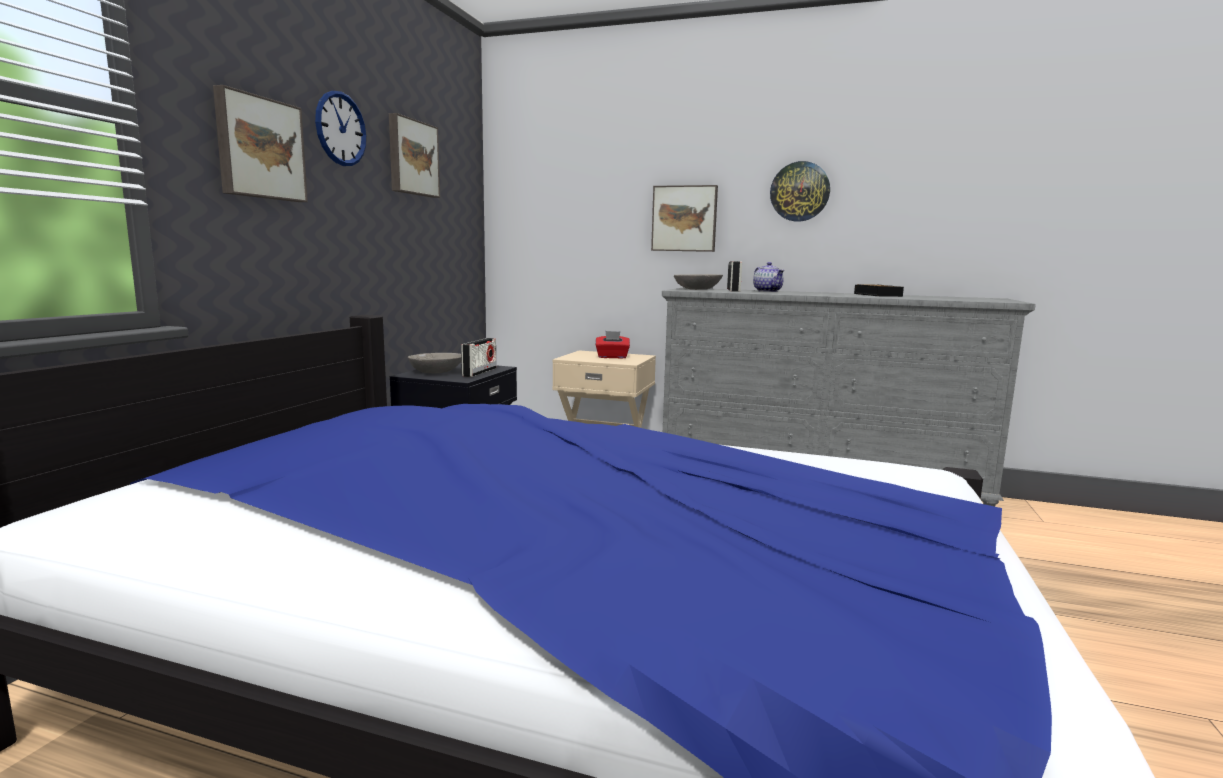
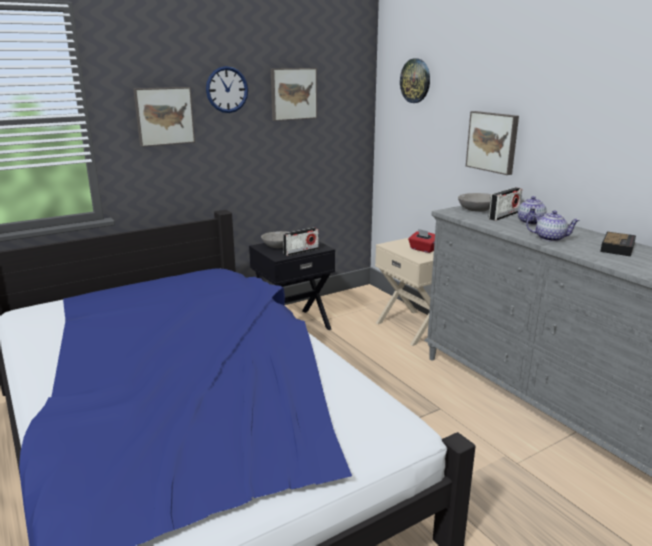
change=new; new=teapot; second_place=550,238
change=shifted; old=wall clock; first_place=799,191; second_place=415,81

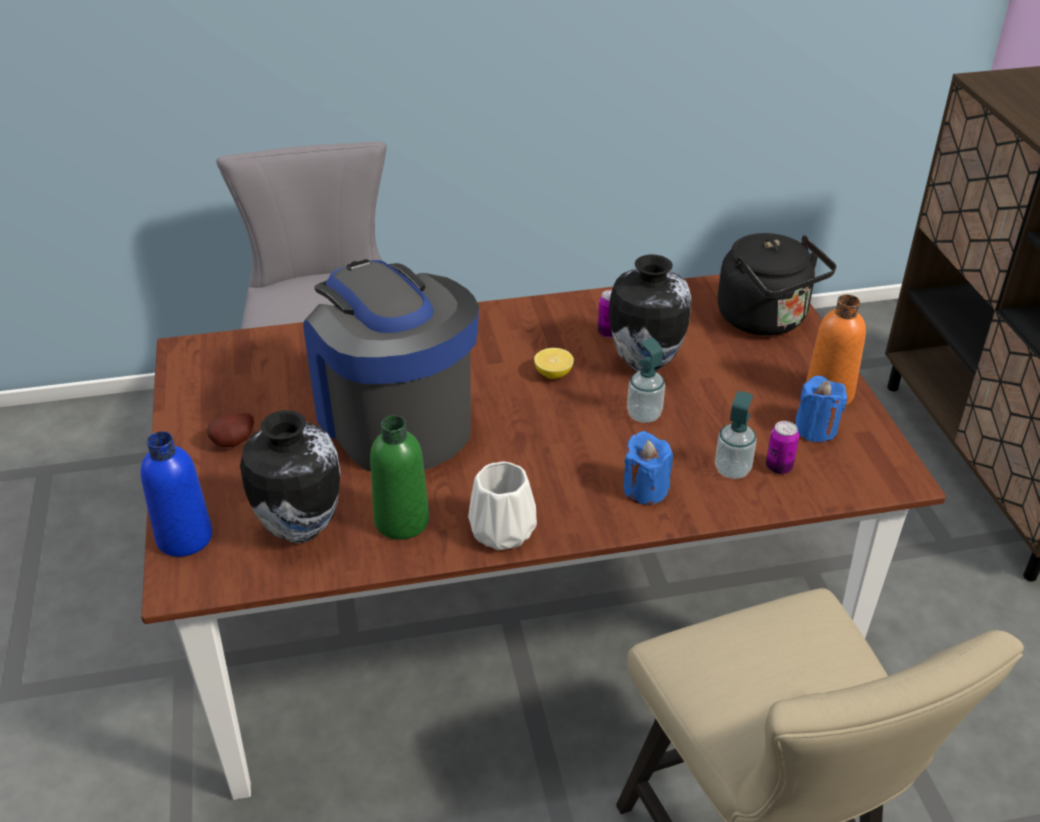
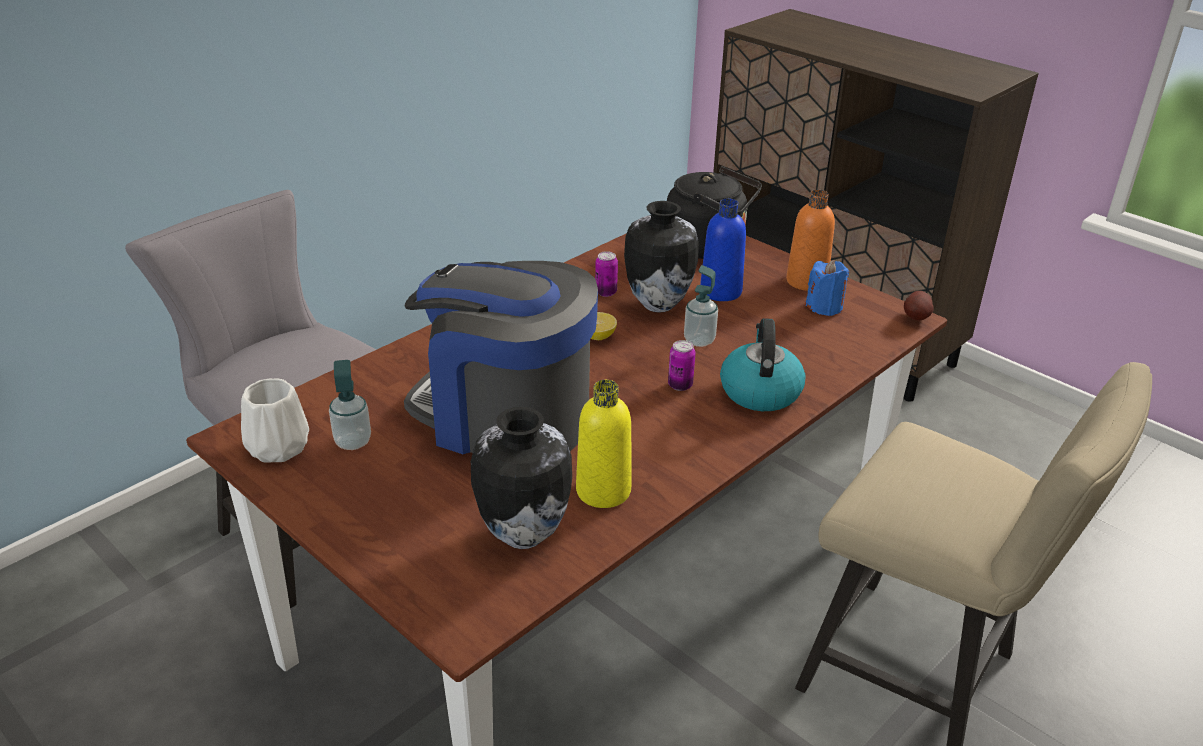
change=shifted; old=blue bottle; first_place=184,537; second_place=720,291
change=shifted; old=potato; first_place=235,443; second_place=916,318
change=shifted; old=white vase; first_place=500,531; second_place=276,448
change=shifted; old=soap dispenser; first_place=732,470; second_place=353,442
change=shifted; old=can; first_place=778,467; second_place=680,385
change=swapped; old=blue candle; new=kettle; first_place=645,489; second_place=759,391
change=repainted; old=green bottle; new=yellow bottle; first_place=402,521; second_place=603,491

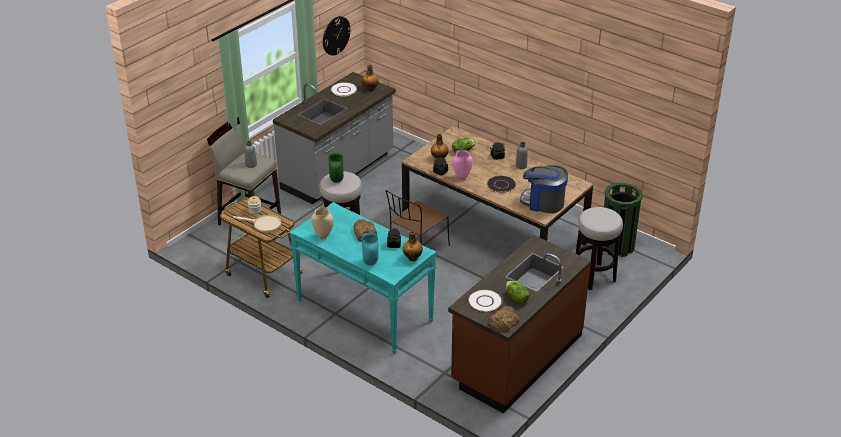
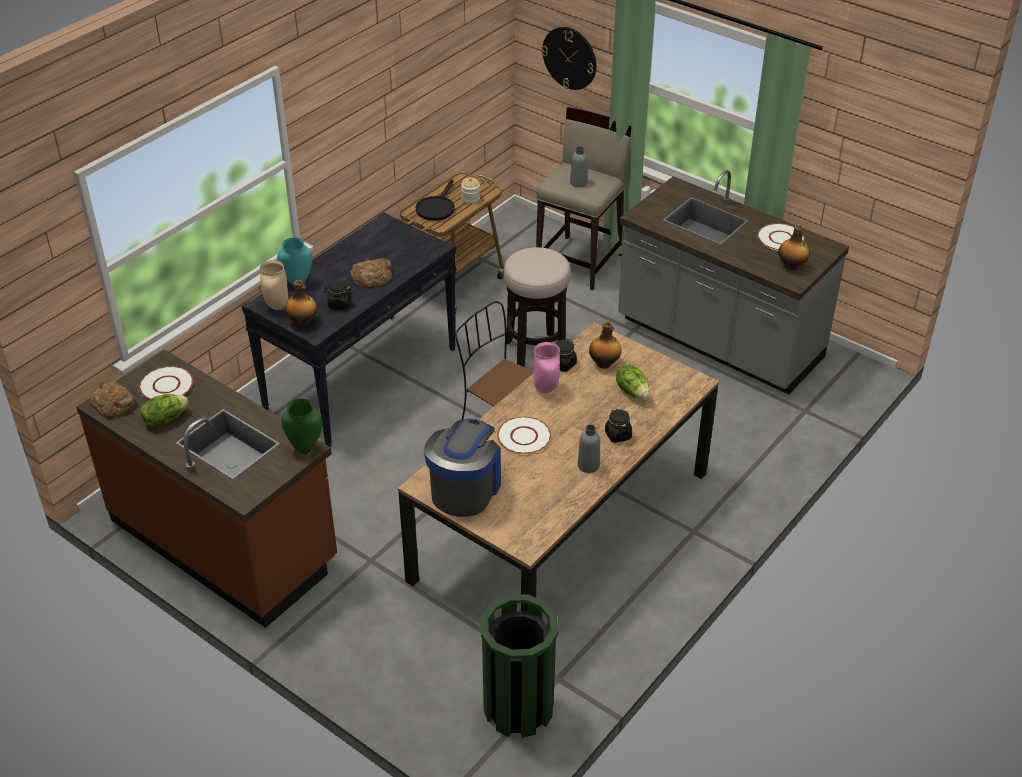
change=gone; old=stool; first_place=594,277
change=shifted; old=beige vase; first_place=323,237; second_place=276,306
change=shifted; old=wall clock; first_place=336,35; second_place=570,58
change=shifted; old=green vase; first_place=337,180; second_place=305,449
change=repainted; old=beige frying pan; new=black frying pan; first_place=263,224; second_place=437,207
change=repainted; old=turquoise console table; new=black console table; first_place=364,310; second_place=361,378
change=repainted; old=black plate; new=white plate; first_place=501,184; second_place=524,436

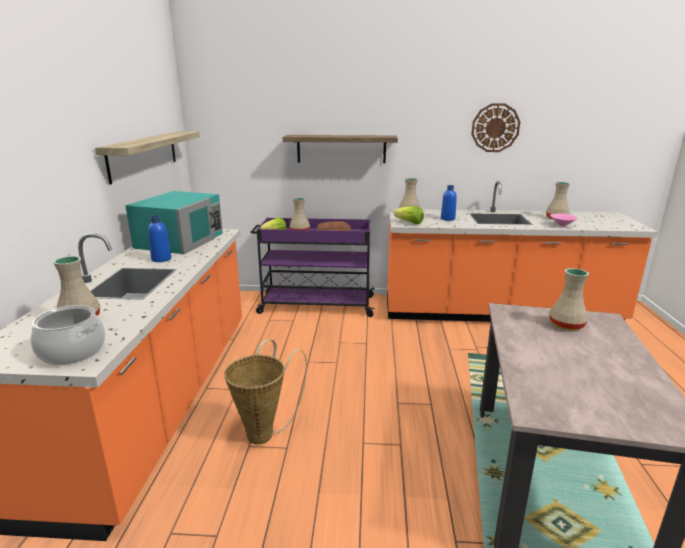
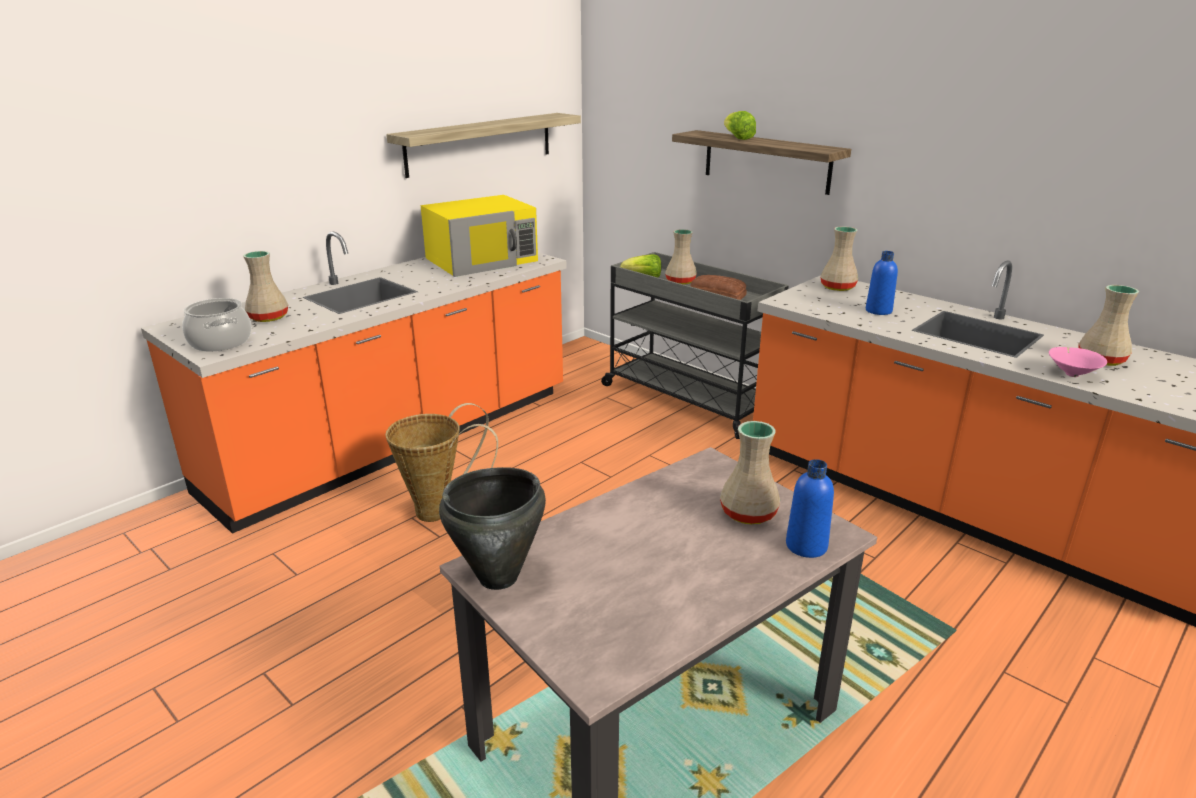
change=gone; old=wall clock; first_place=495,128
change=new; new=black cooking pot; second_place=499,577
change=shifted; old=blue bottle; first_place=161,259; second_place=806,546
change=shifted; old=lettuce; first_place=409,223; second_place=737,138
change=repainted; old=turquoise microwave; new=yellow microwave; first_place=181,240; second_place=482,259
change=repainted; old=purple cart; new=grey cart; first_place=315,305; second_place=687,398

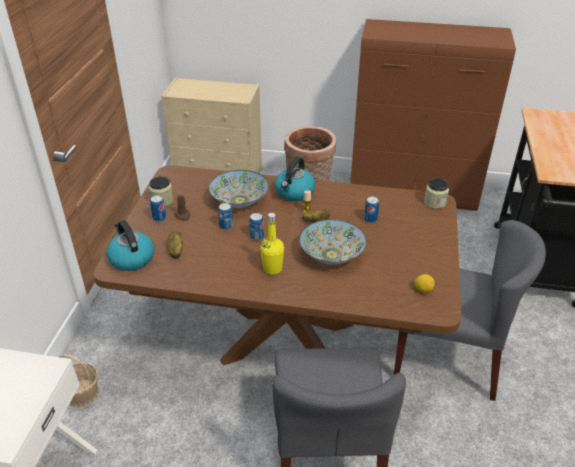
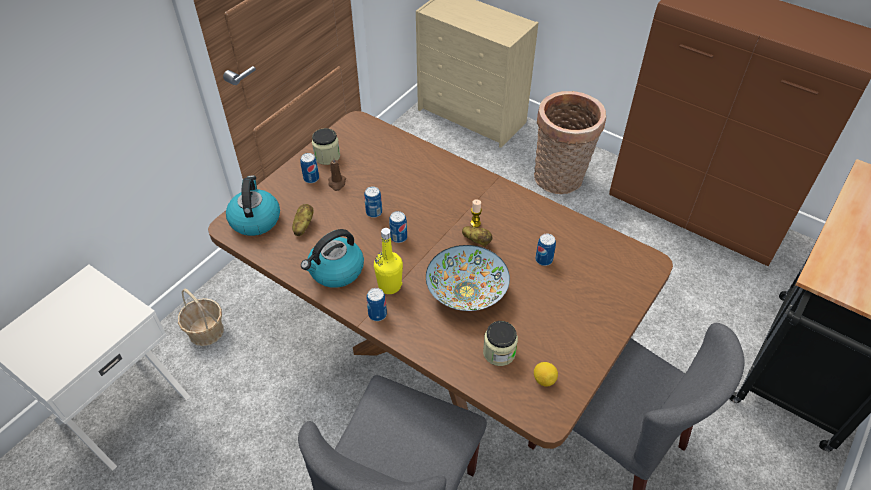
change=gone; old=bowl; first_place=239,201
change=new; new=can; second_place=377,314
change=shifted; old=kettle; first_place=294,192; second_place=336,271
change=shifted; old=jar; first_place=435,202; second_place=499,352

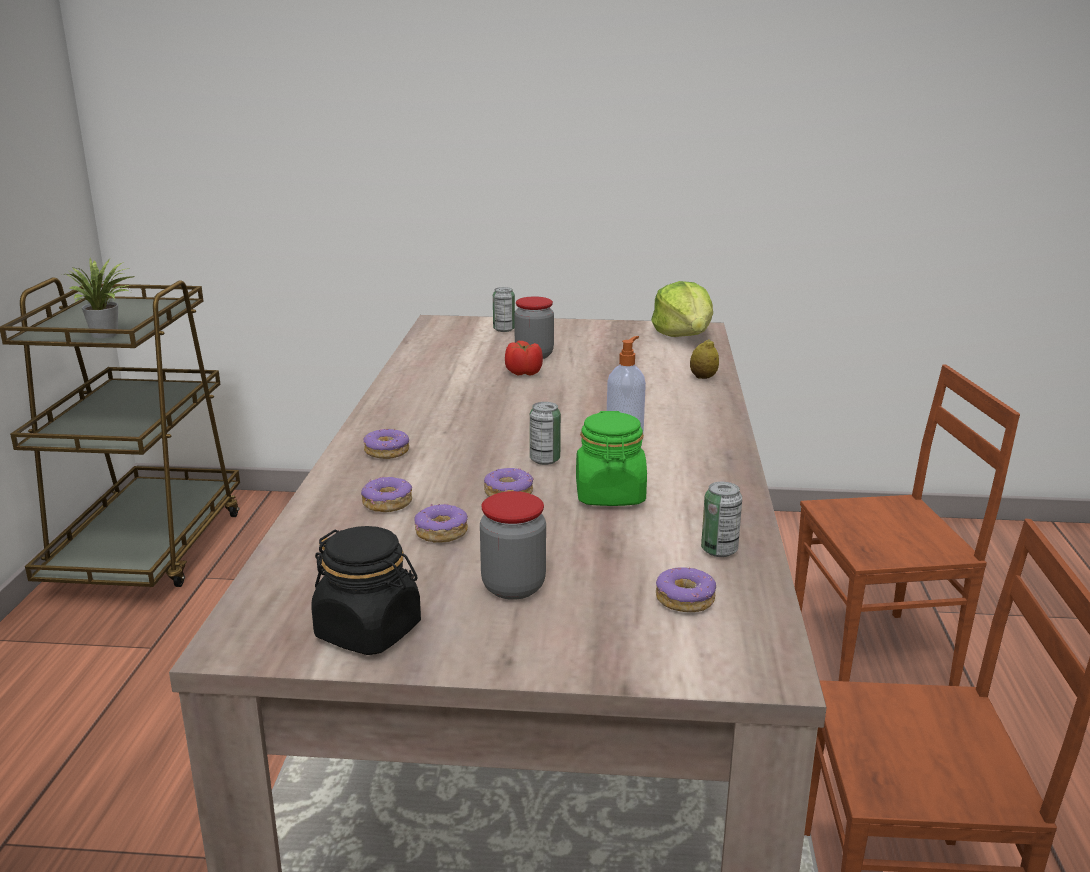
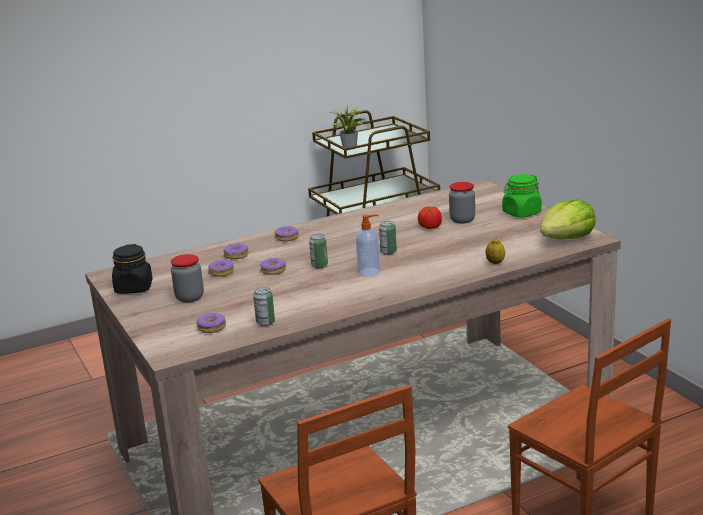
change=shifted; old=can; first_place=504,329; second_place=388,252
change=shifted; old=green jar; first_place=610,495; second_place=521,213

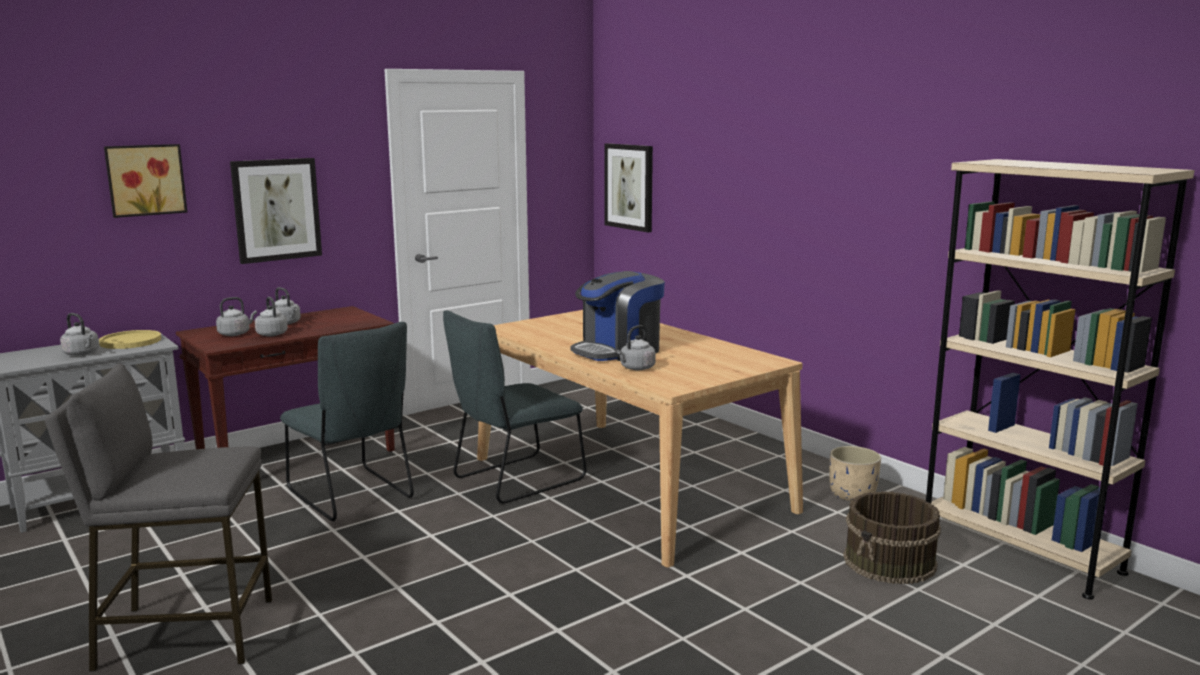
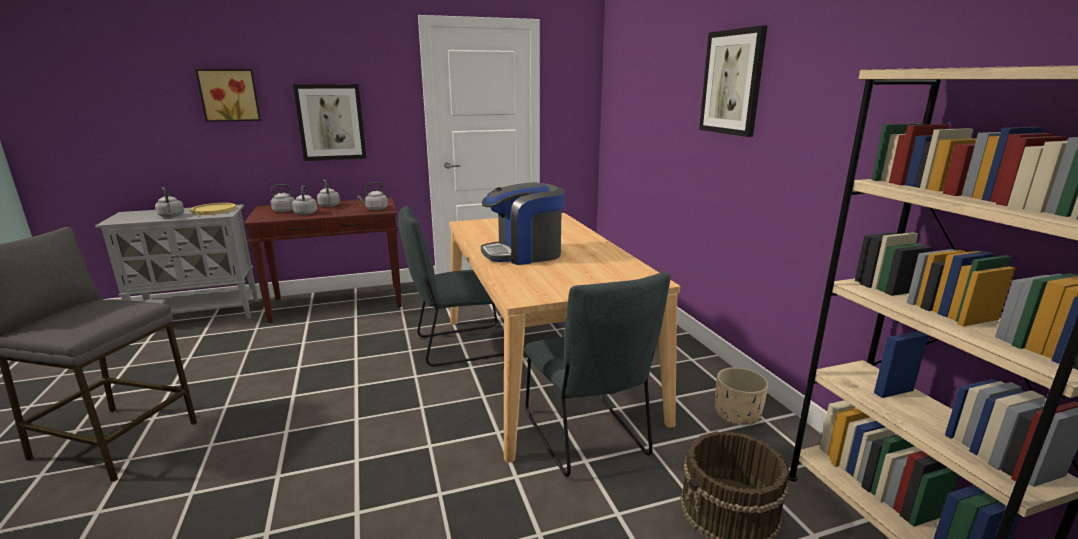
change=shifted; old=grey chair; first_place=353,496; second_place=588,438
change=shifted; old=picture; first_place=629,187; second_place=732,82
change=shifted; old=grey kettle; first_place=636,368; second_place=375,209

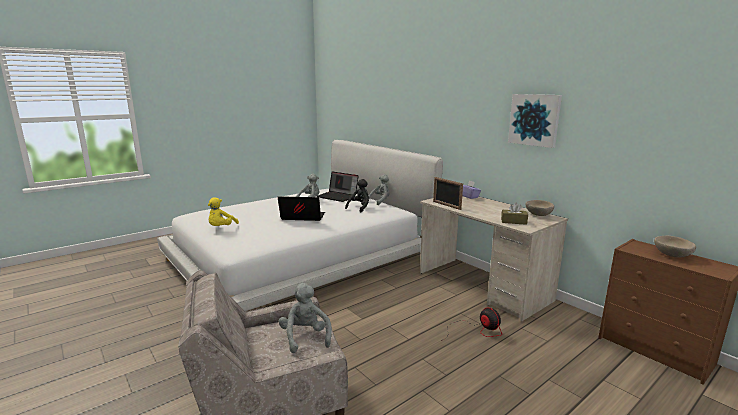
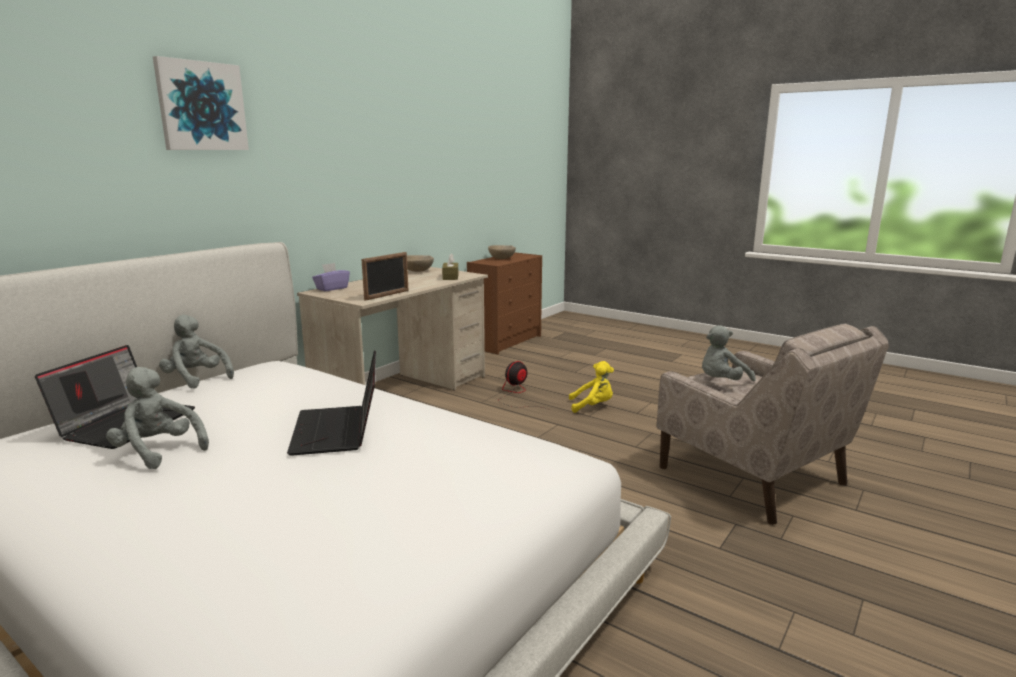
change=gone; old=black plush toy; first_place=359,207
change=shifted; old=yellow plush toy; first_place=221,228; second_place=592,406
change=shifted; old=picture; first_place=534,120; second_place=201,106

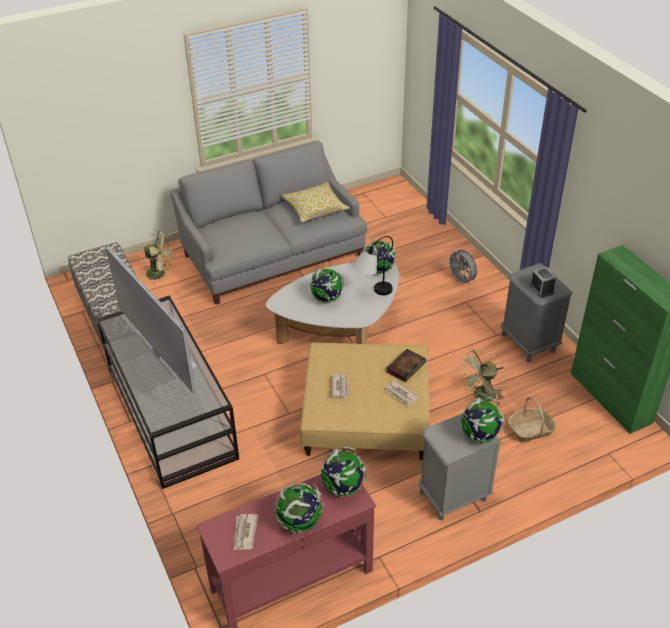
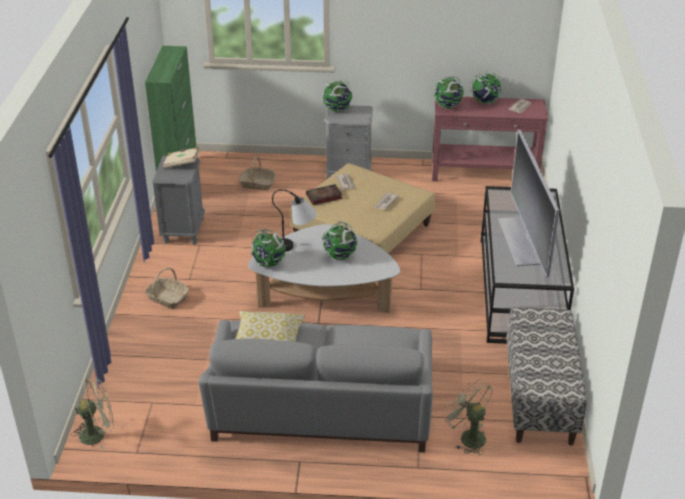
change=shifted; old=green fan; first_place=482,397; second_place=98,433
change=swapped; old=grey fan; new=basket; first_place=461,280; second_place=167,298
change=swapped; old=alarm clock; new=beige book; first_place=541,289; second_place=182,164

